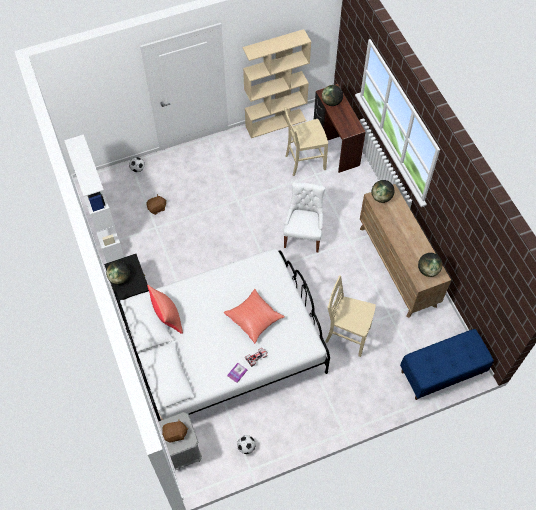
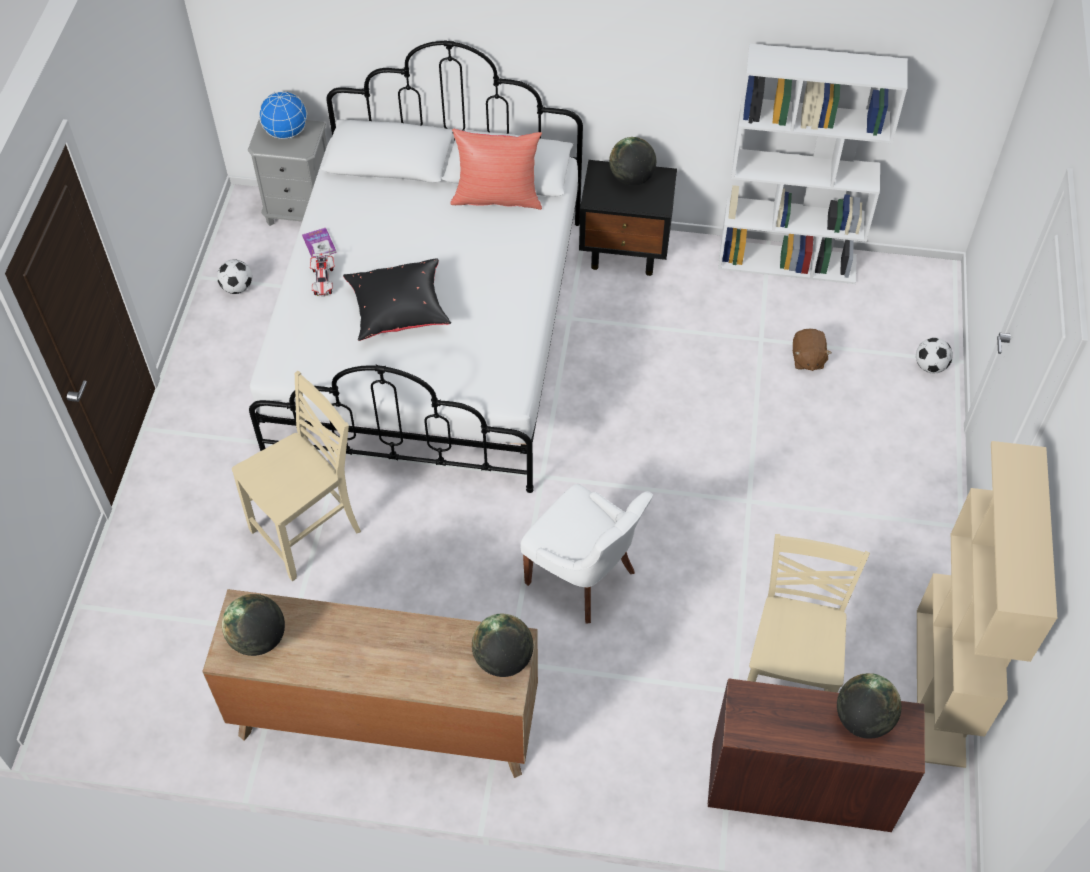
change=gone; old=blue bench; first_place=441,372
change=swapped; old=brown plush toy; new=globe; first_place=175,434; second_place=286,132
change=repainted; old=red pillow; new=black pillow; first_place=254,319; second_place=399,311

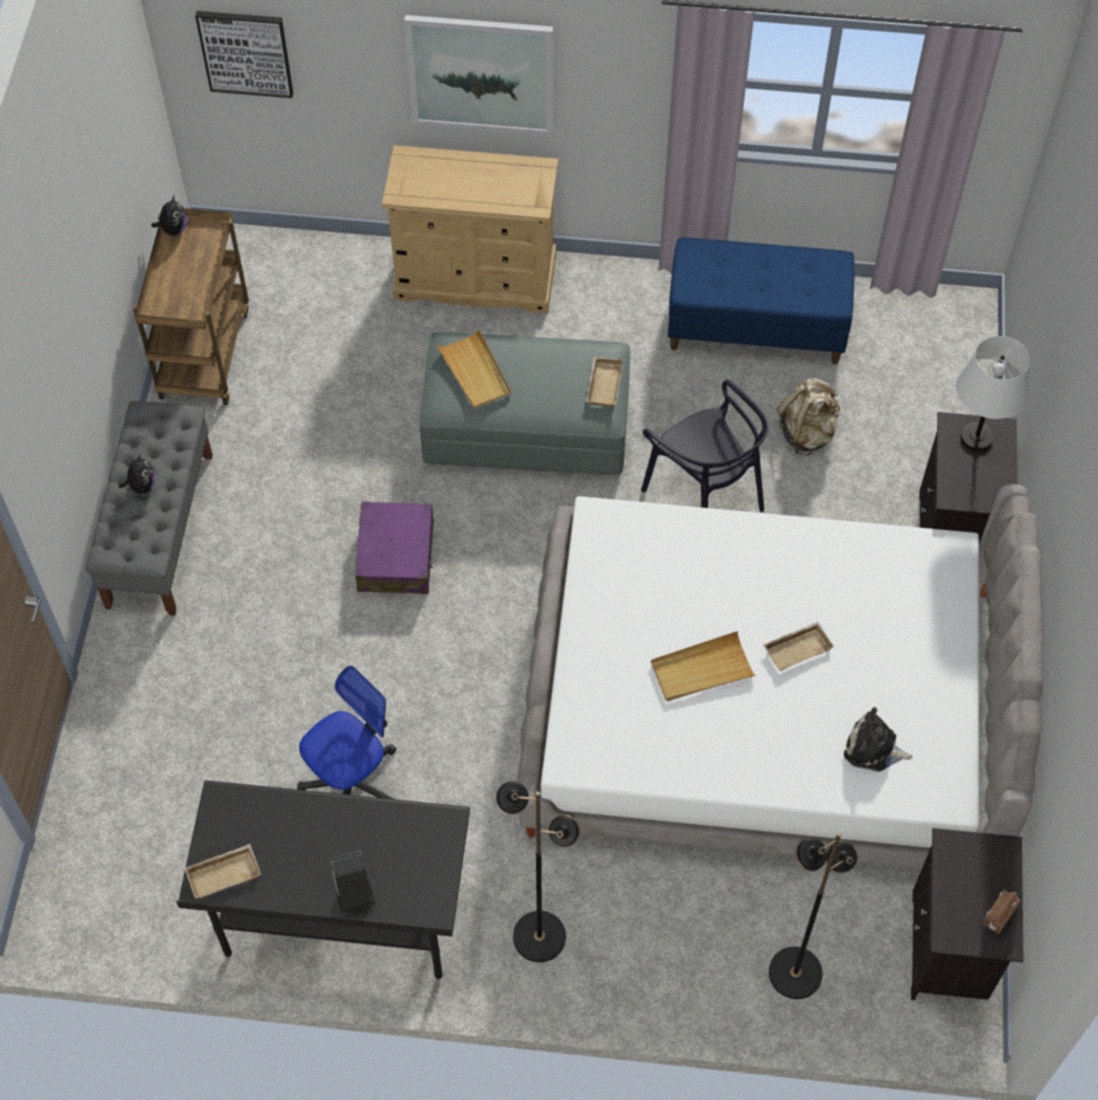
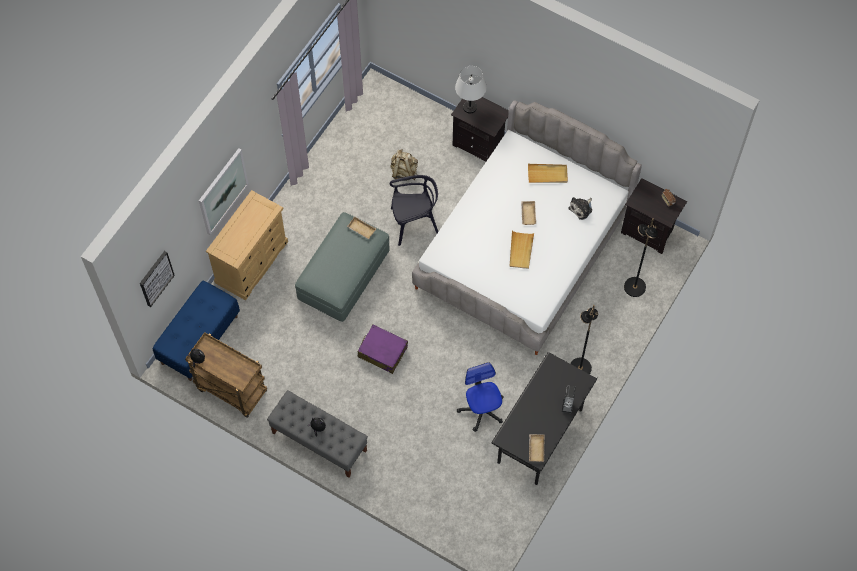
change=shifted; old=beige tray; first_place=475,372; second_place=547,174
change=shifted; old=blue bench; first_place=756,327; second_place=199,339

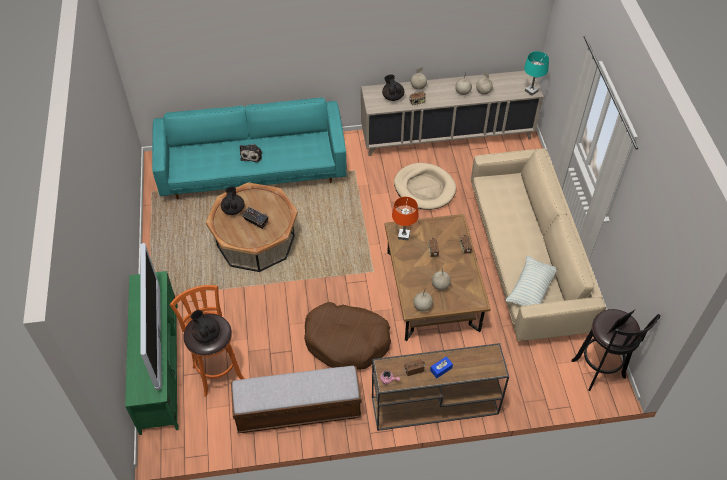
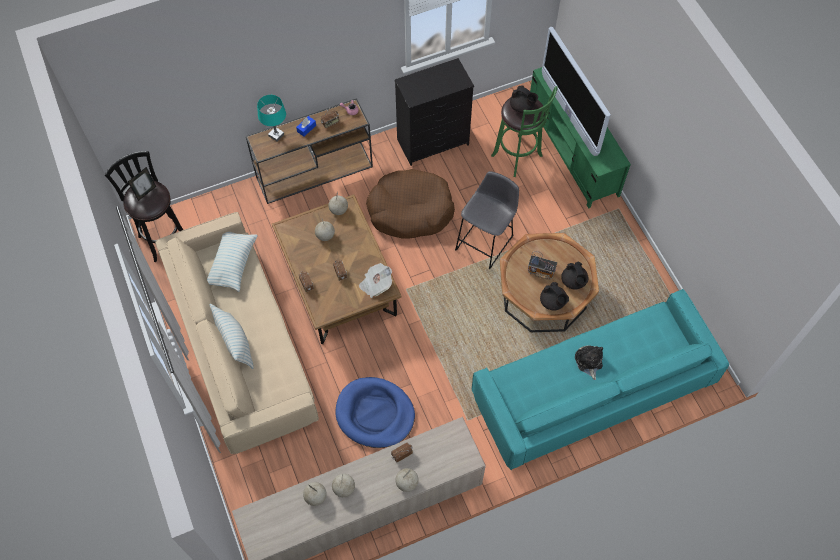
change=new; new=pillow; second_place=235,343
change=new; new=grey stool; second_place=486,241
change=shifted; old=black teapot; first_place=392,96; second_place=553,302
change=shifted; old=turquoise table lamp; first_place=531,91; second_place=276,135
change=swapped; old=bench; new=black dresser; first_place=298,411; second_place=433,141
change=swapped; old=orange table lamp; new=newspaper; first_place=404,235; second_place=376,284
change=repainted; old=orange stool; new=green stool; first_place=217,371; second_place=518,157
change=repainted; old=beige dog bed; new=blue dog bed; first_place=424,188; second_place=375,414

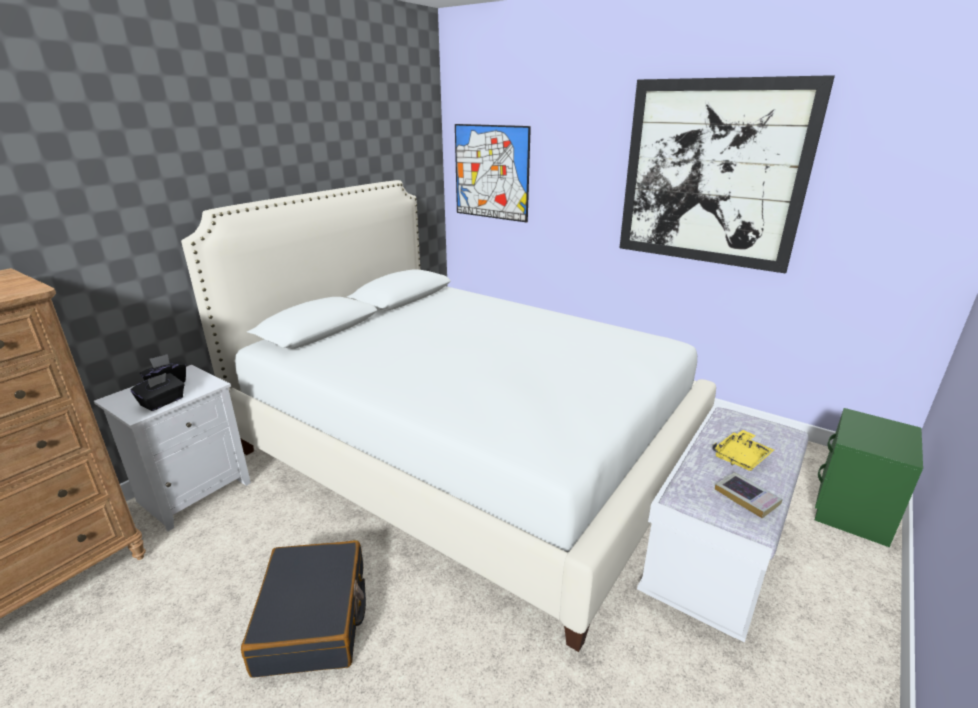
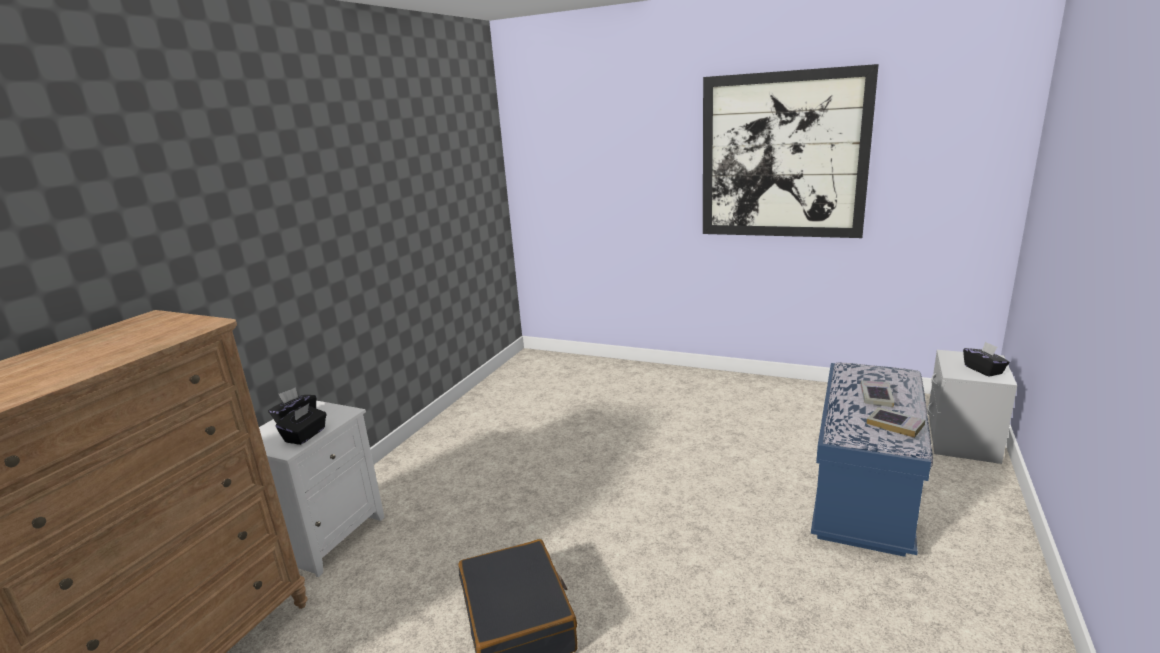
change=gone; old=white bed; first_place=468,450
change=gone; old=picture; first_place=491,172
change=new; new=black tissue box; second_place=983,370
change=swapped; old=yellow tray; new=book; first_place=741,457; second_place=876,396
change=repainted; old=white bench; new=blue bench; first_place=714,556; second_place=862,497
change=repainted; old=green nightstand; new=grey nightstand; first_place=852,510; second_place=962,440

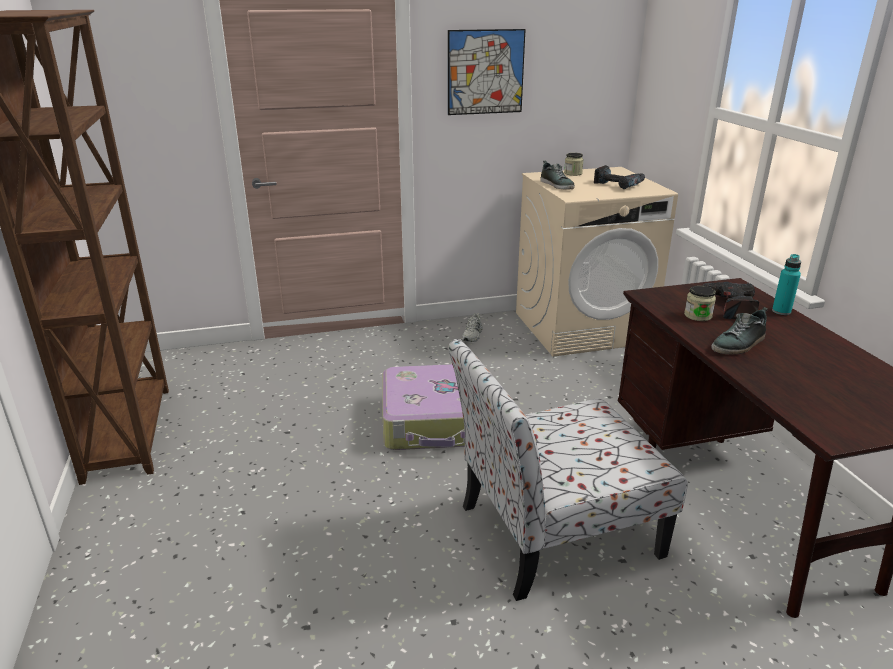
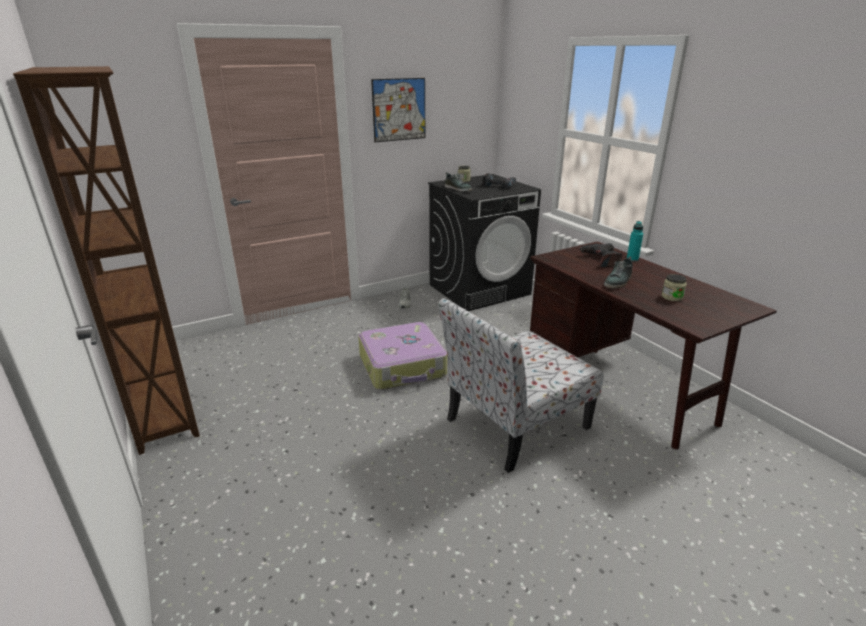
change=shifted; old=jar; first_place=698,316; second_place=672,297
change=repainted; old=beige washing machine; new=black washing machine; first_place=583,327; second_place=479,289

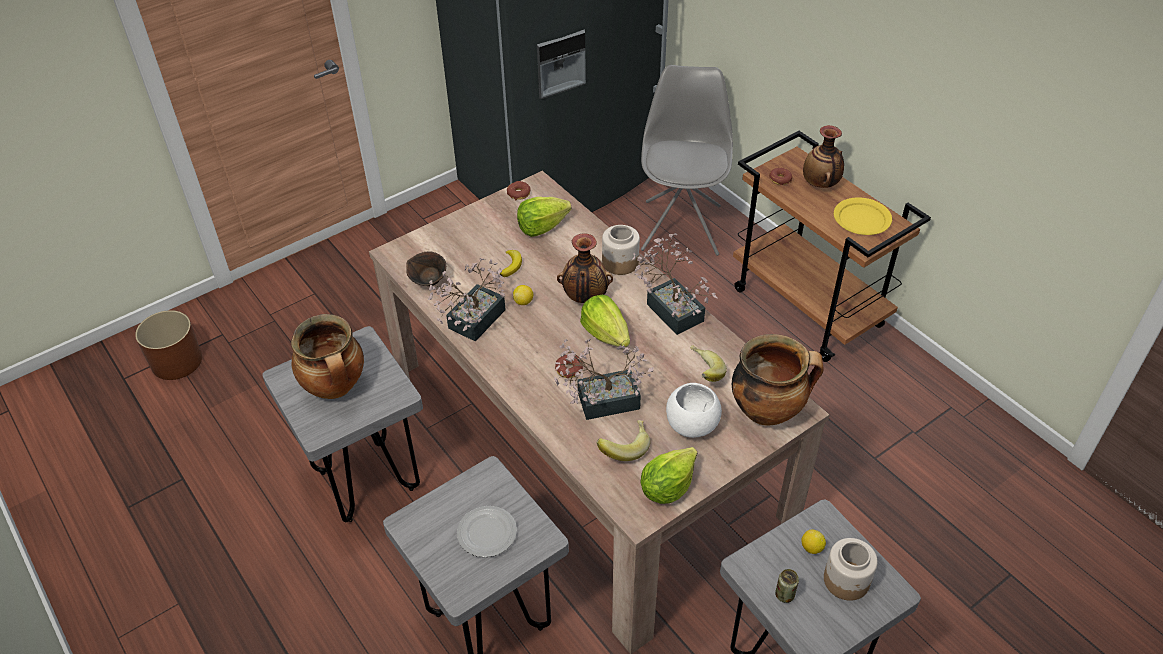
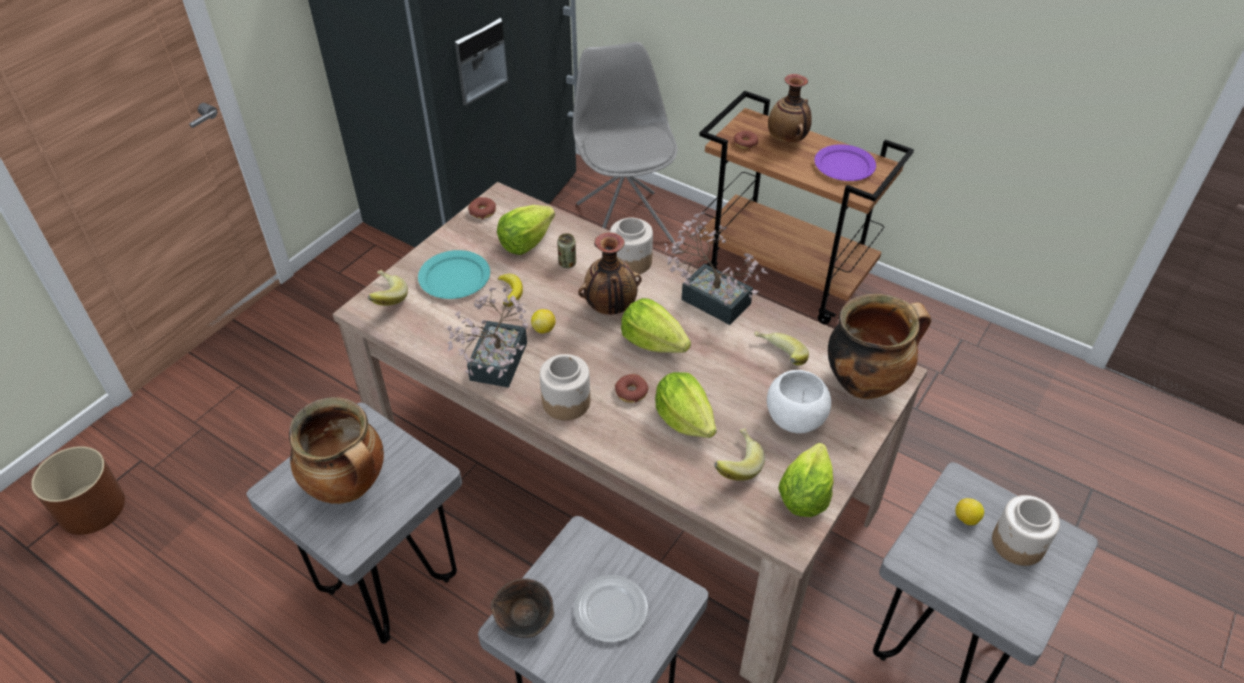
change=new; new=banana; second_place=385,299
change=new; new=turquoise plate; second_place=454,277
change=new; new=jar; second_place=566,401
change=shifted; old=brown bowl; first_place=429,281; second_place=525,620
change=shifted; old=can; first_place=784,595; second_place=567,263
change=swapped; old=potted plant; new=lettuce; first_place=600,401; second_place=684,419
change=repainted; old=yellow plate; new=purple plate; first_place=862,219; second_place=844,165

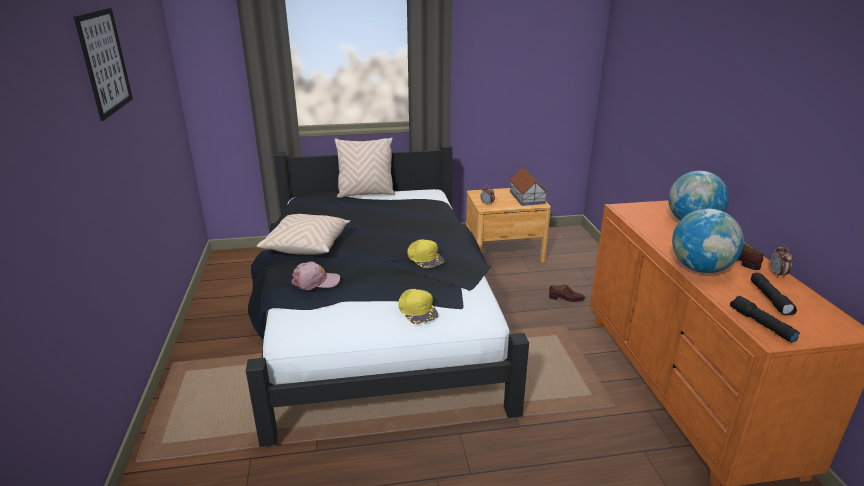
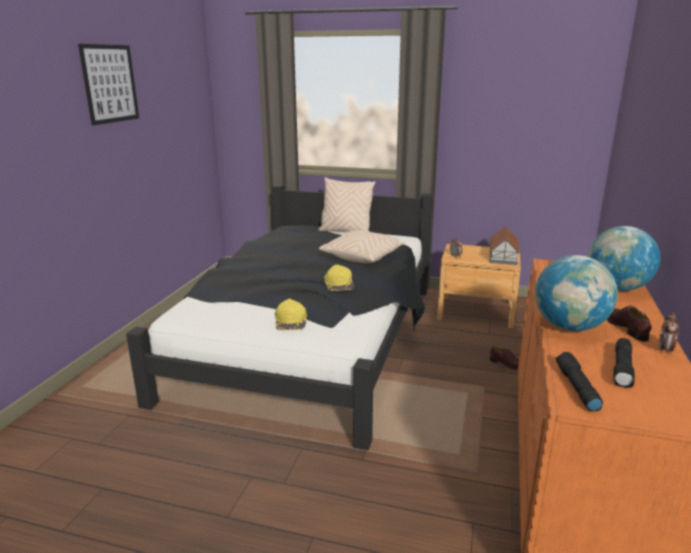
change=gone; old=pink cap; first_place=315,281
change=shifted; old=beige pillow; first_place=307,245; second_place=362,257

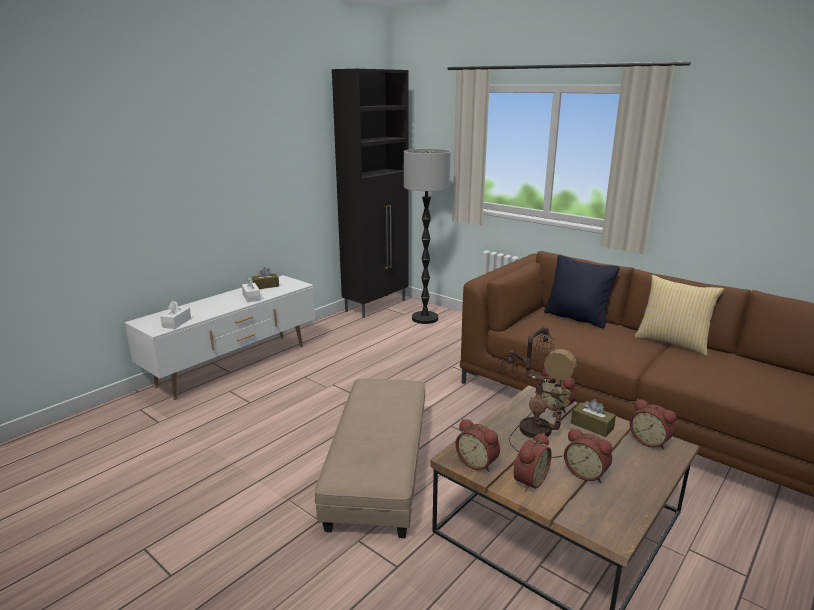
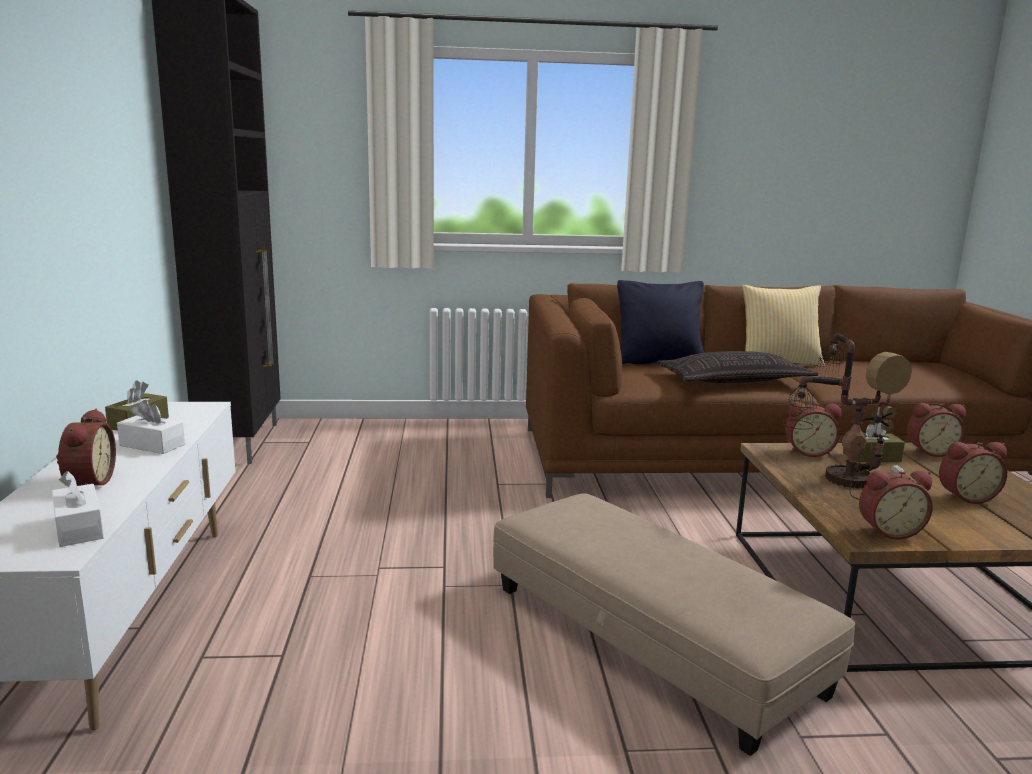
change=gone; old=floor lamp; first_place=425,318
change=new; new=pillow; second_place=734,380
change=shifted; old=alarm clock; first_place=528,480; second_place=87,483

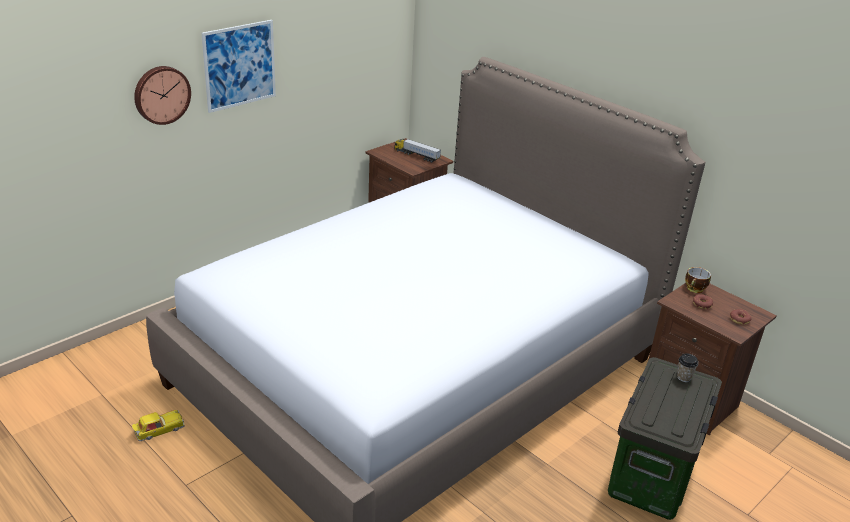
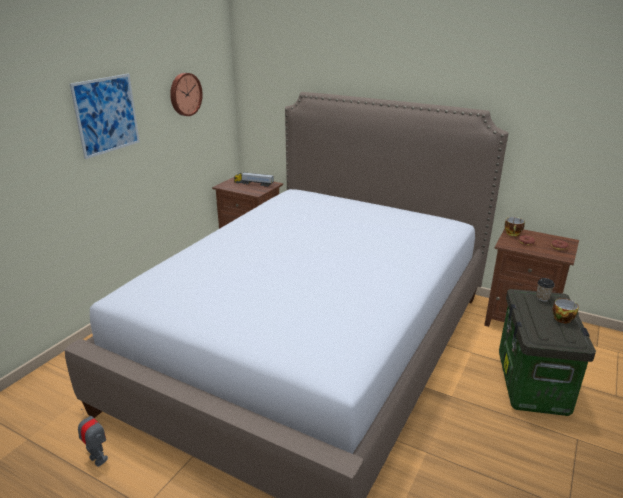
change=new; new=cup; second_place=562,318
change=shifted; old=wall clock; first_place=161,94; second_place=184,94
change=swapped; old=toy car; new=toy robot; first_place=158,430; second_place=98,459

